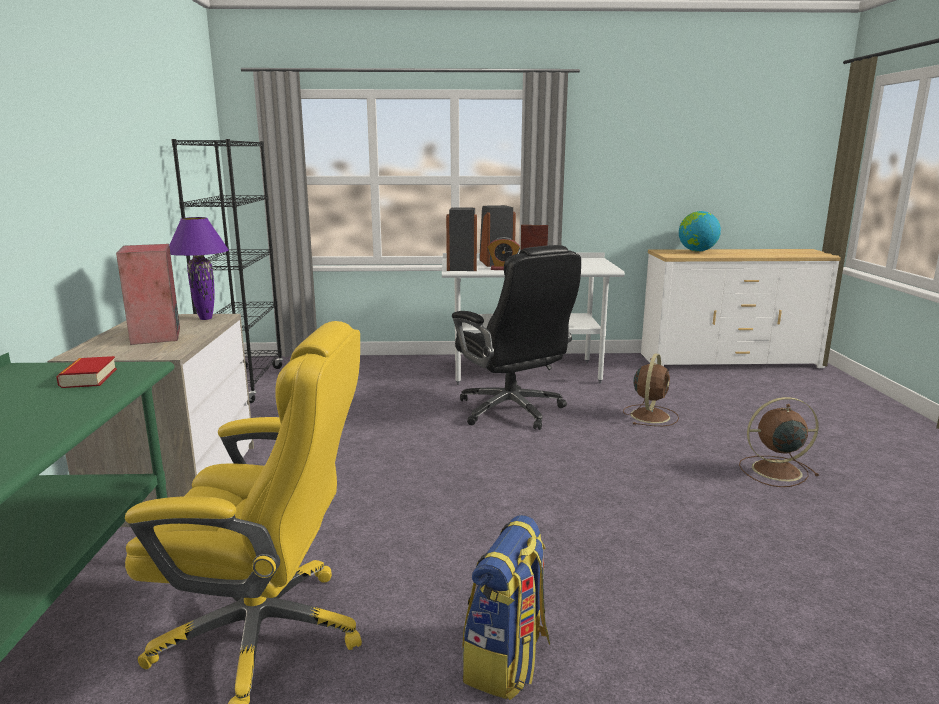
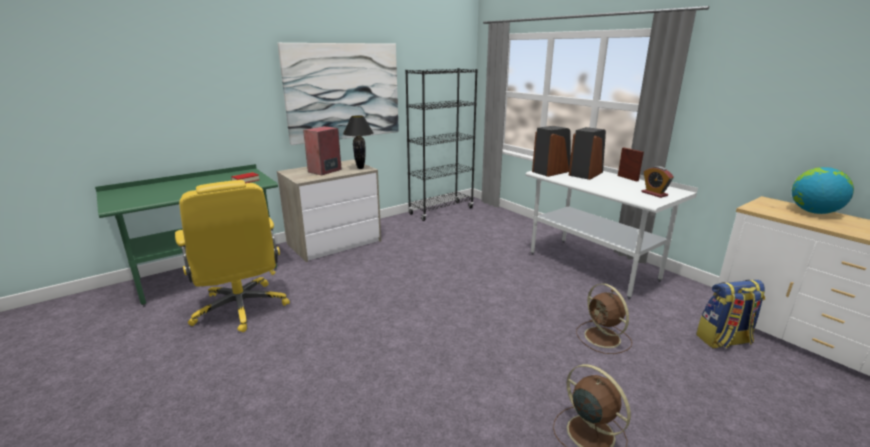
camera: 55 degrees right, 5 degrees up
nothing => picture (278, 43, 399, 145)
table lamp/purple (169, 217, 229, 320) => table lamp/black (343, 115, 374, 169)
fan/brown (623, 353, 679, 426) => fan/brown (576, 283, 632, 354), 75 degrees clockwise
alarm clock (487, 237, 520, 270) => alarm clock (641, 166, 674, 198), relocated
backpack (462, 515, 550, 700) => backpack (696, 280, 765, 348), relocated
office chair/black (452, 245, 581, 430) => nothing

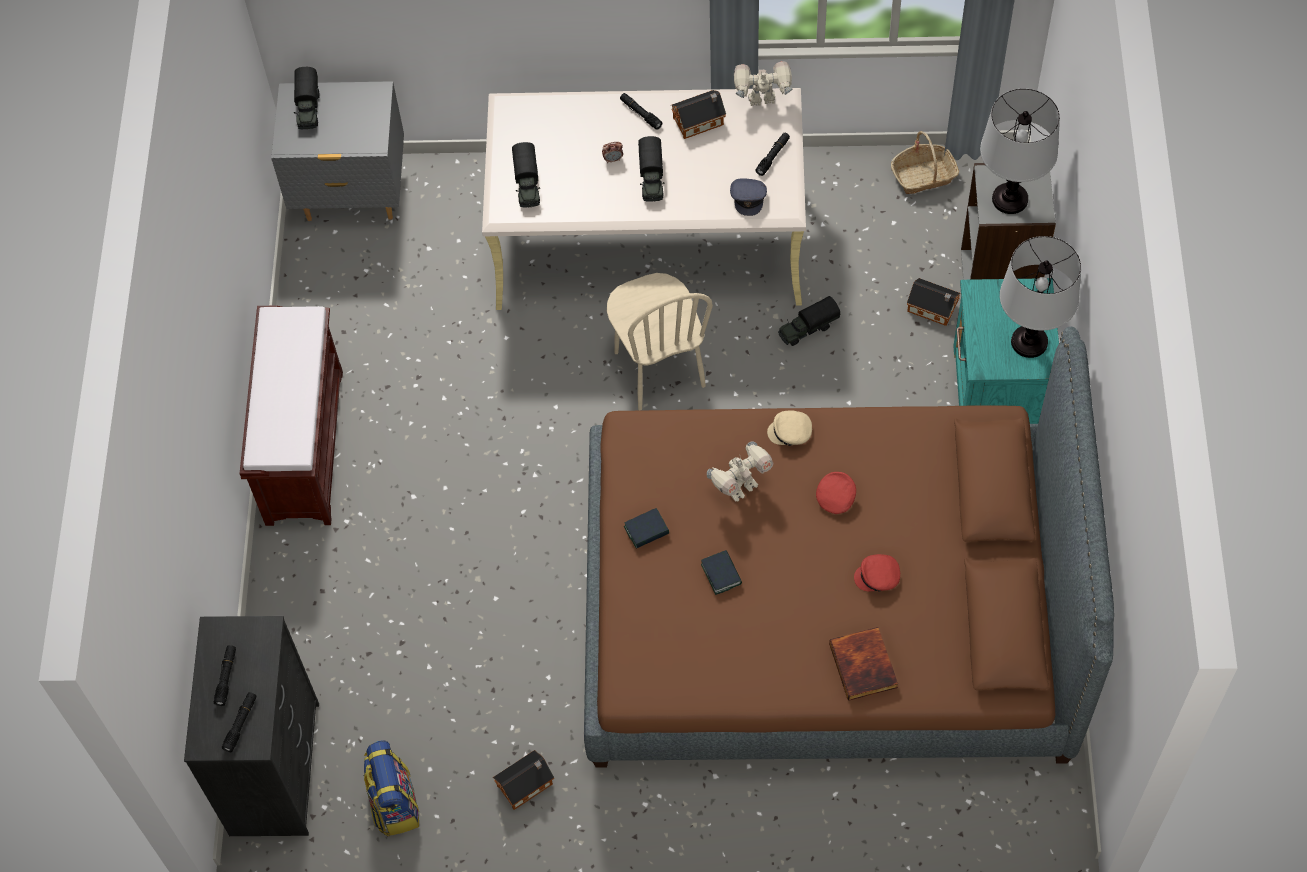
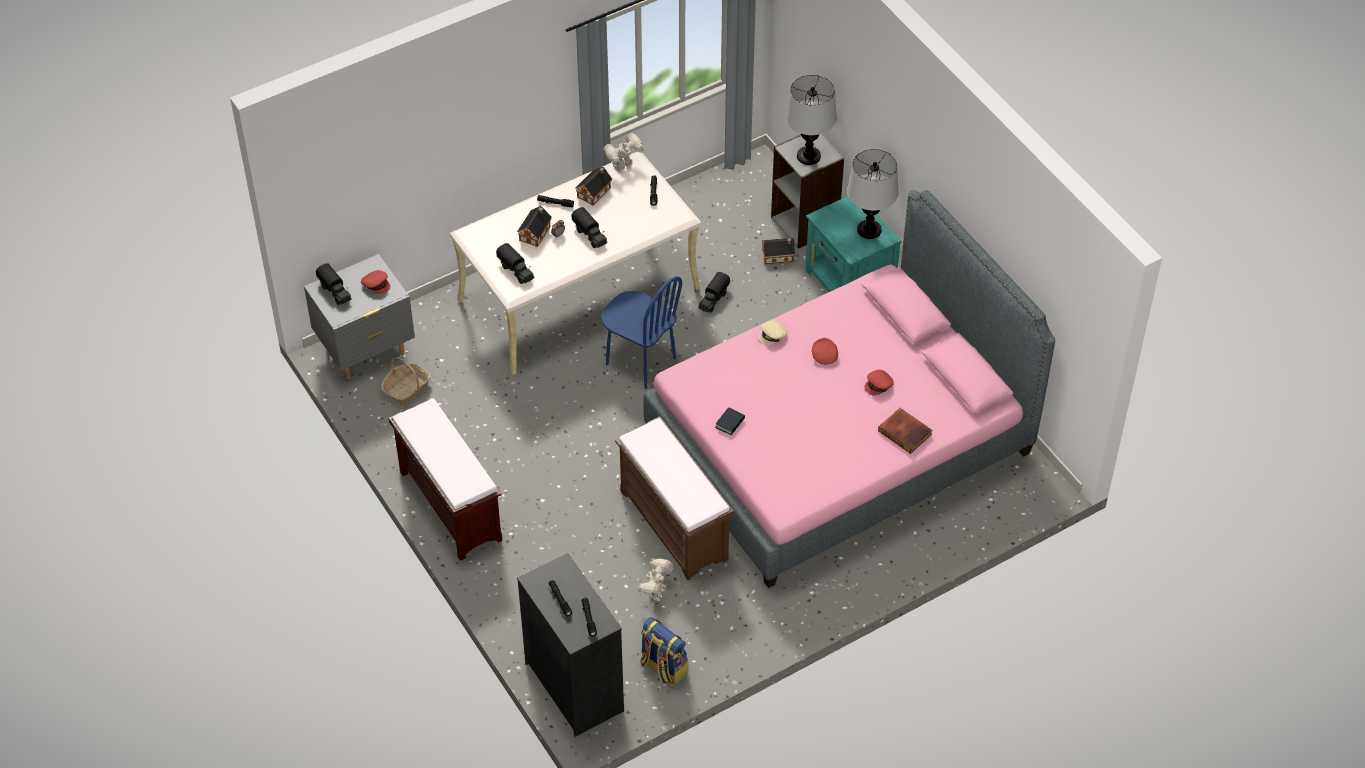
camera: 35 degrees left, 10 degrees down
nothing => cap/red (361, 270, 390, 294)
basket (891, 131, 959, 194) => basket (381, 357, 431, 405), relocated
toy house (493, 750, 555, 810) => toy house (517, 206, 552, 247), relocated
chair/beige (607, 273, 713, 410) => chair/blue (601, 276, 682, 389)
nothing => bench/brown (615, 416, 734, 580)
toy robot (707, 441, 773, 502) => toy robot (637, 558, 673, 601), relocated
bed/brown (584, 327, 1114, 768) => bed/pink (643, 190, 1055, 588)
book (701, 550, 742, 595) => nothing
cap/grey (730, 178, 767, 216) => nothing

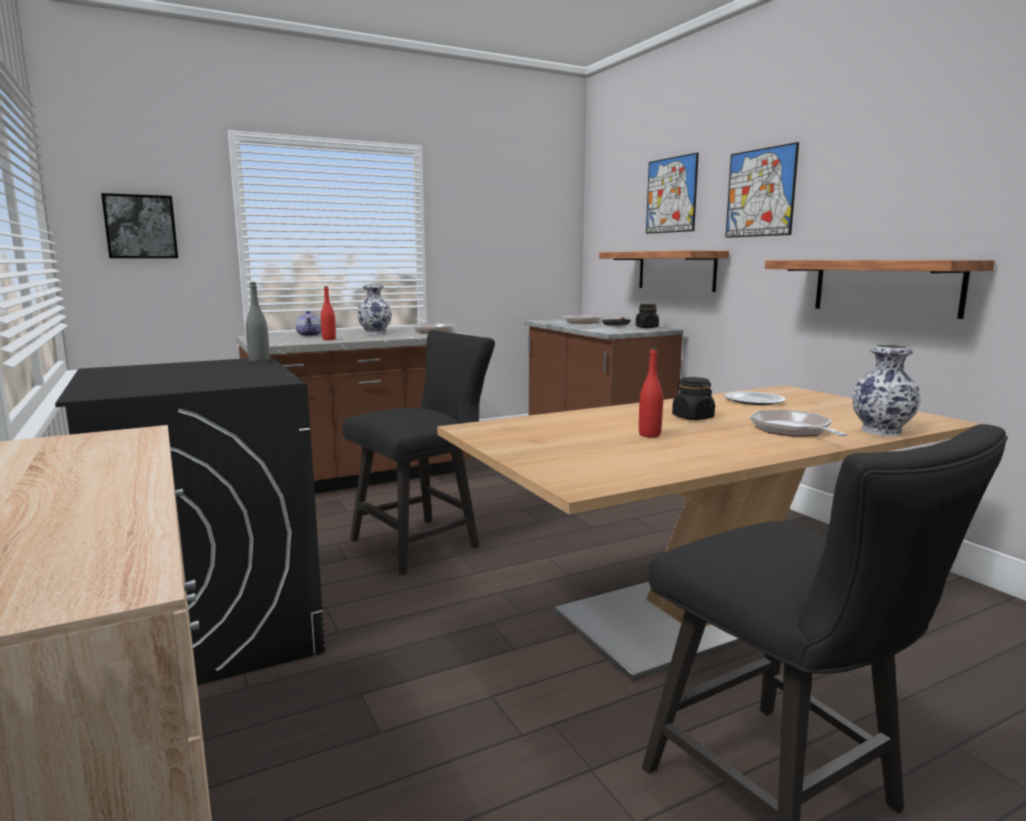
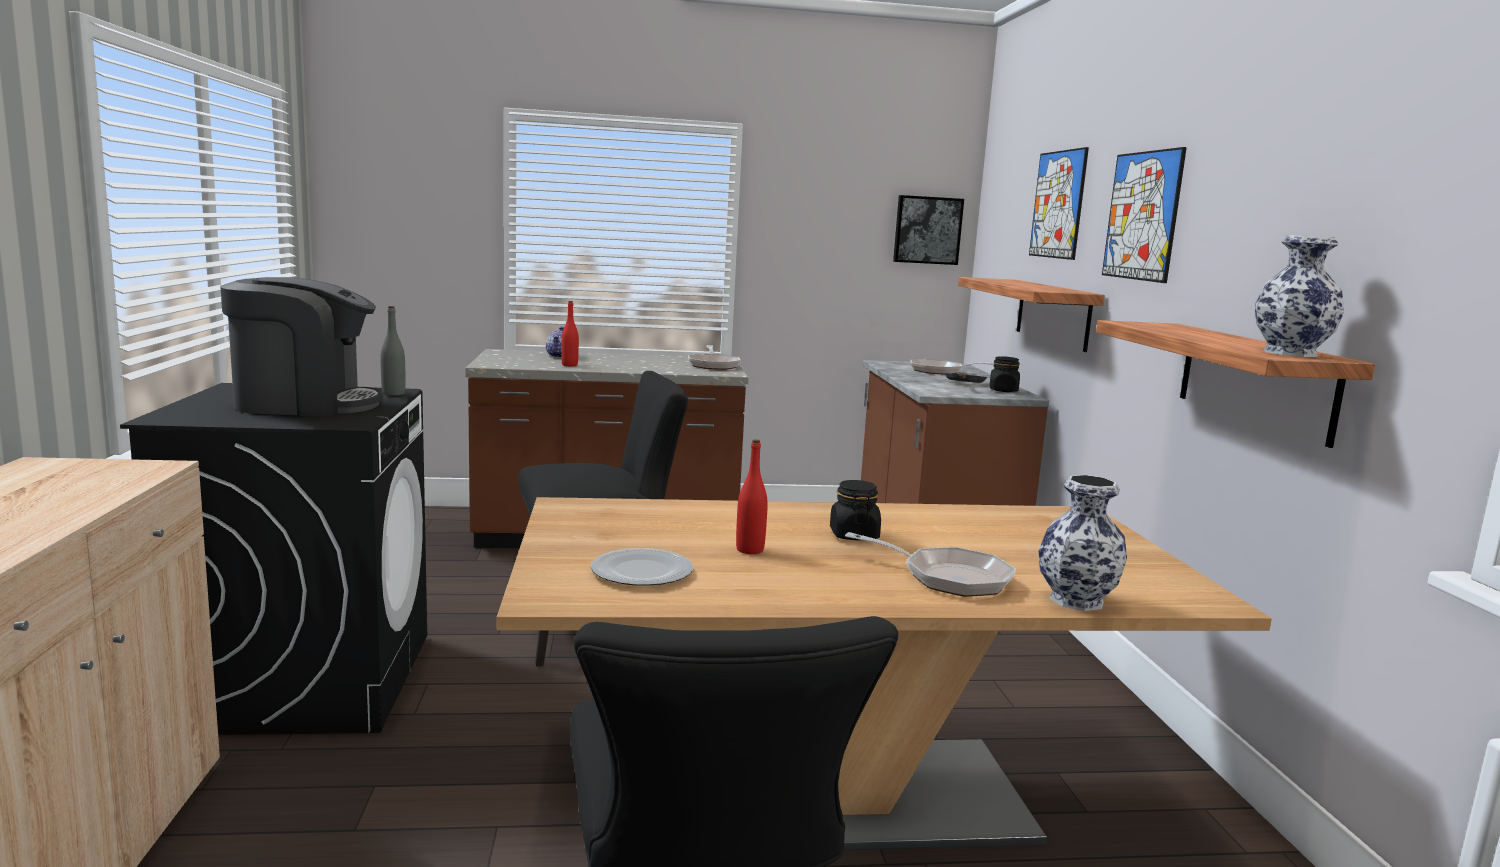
camera: 20 degrees right, 0 degrees up
nothing => coffee machine (220, 277, 383, 417)
plate (724, 391, 785, 405) => plate (591, 548, 693, 586), relocated
frying pan (750, 410, 848, 437) => frying pan (845, 532, 1016, 597), 105 degrees clockwise
picture (101, 193, 178, 258) => picture (893, 195, 964, 265), relocated
vase (357, 284, 392, 335) => vase (1255, 235, 1344, 357), relocated

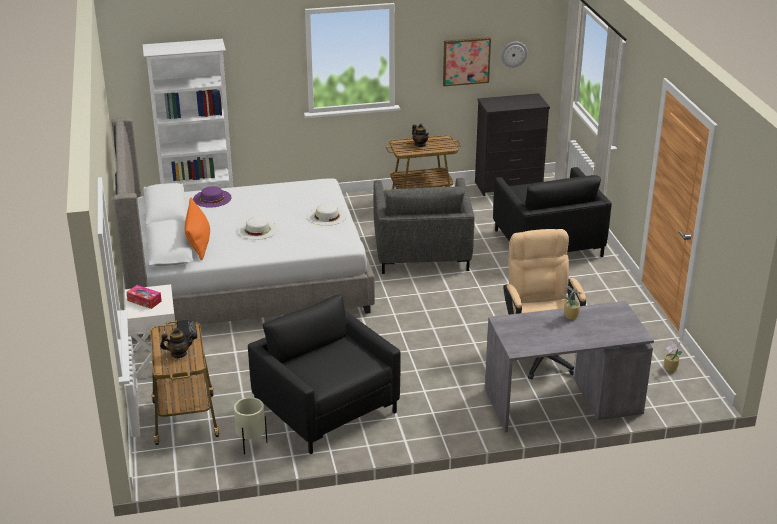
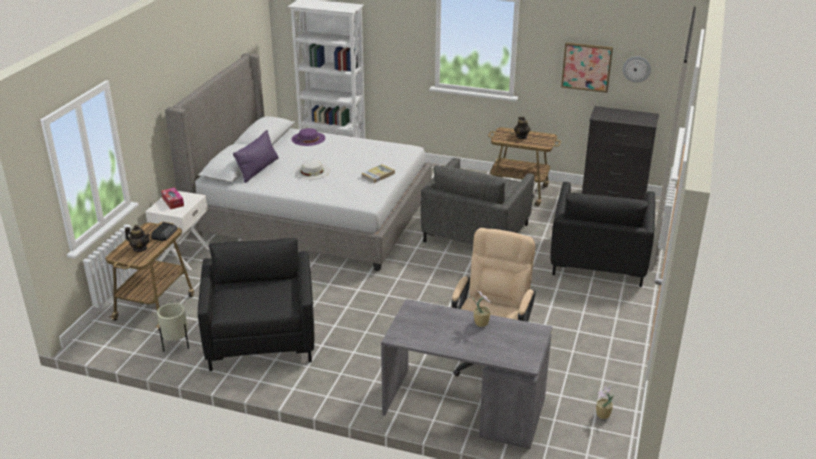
camera: 30 degrees right, 0 degrees up
pillow/orange (185, 198, 210, 260) => pillow/purple (233, 130, 279, 183)
hat/white (307, 204, 347, 226) => book (361, 164, 395, 183)

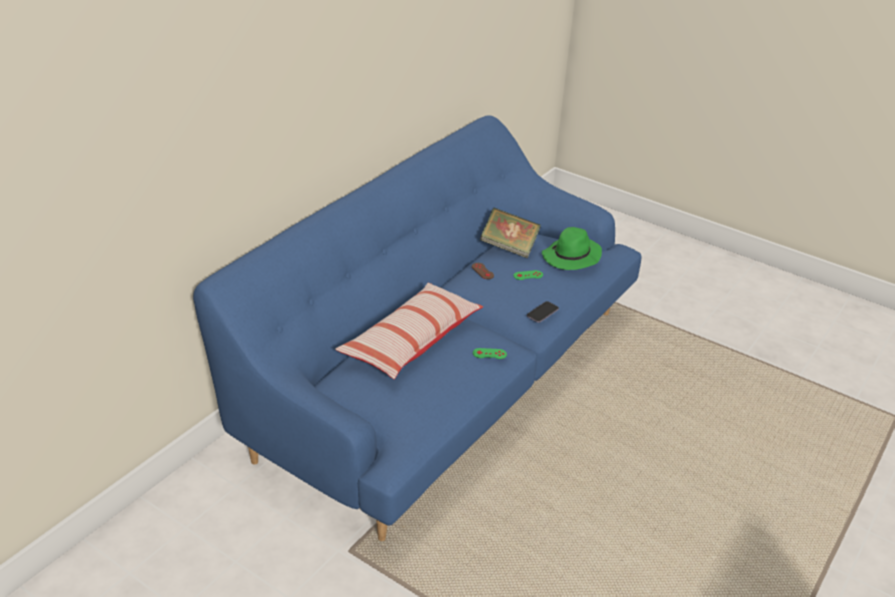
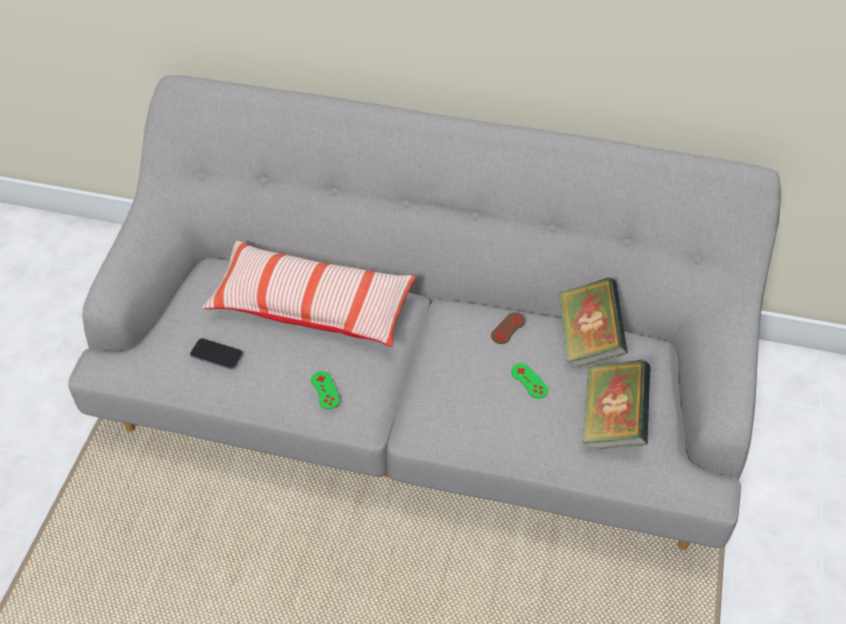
camera: 70 degrees right, 15 degrees up
sofa/blue (193, 115, 641, 541) => sofa/grey (68, 75, 781, 550)
phone (527, 301, 559, 323) => phone (190, 338, 243, 369), relocated
hat/green (542, 227, 602, 270) => book (583, 359, 650, 450)

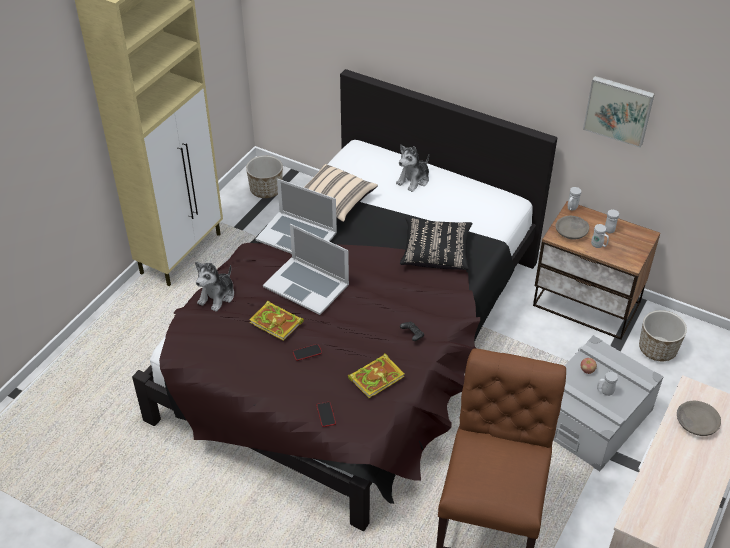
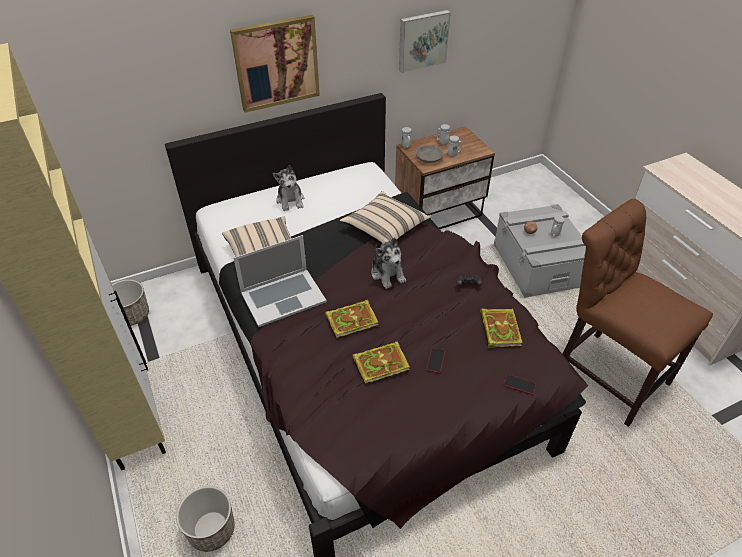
camera: 55 degrees left, 0 degrees up
planter (639, 310, 687, 361) => planter (176, 486, 235, 552), relocated
nothing => picture (230, 15, 320, 113)
laptop (263, 224, 349, 315) => book (325, 299, 379, 338)
pillow/black (400, 217, 472, 270) => pillow/beige (340, 191, 430, 245)
plush toy (195, 262, 234, 312) => plush toy (371, 238, 406, 289), relocated
bowl/grey (677, 401, 721, 436) => nothing

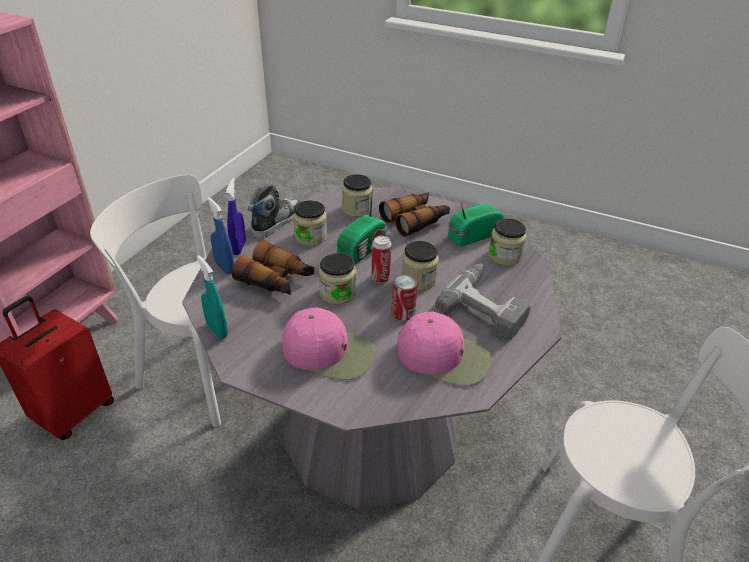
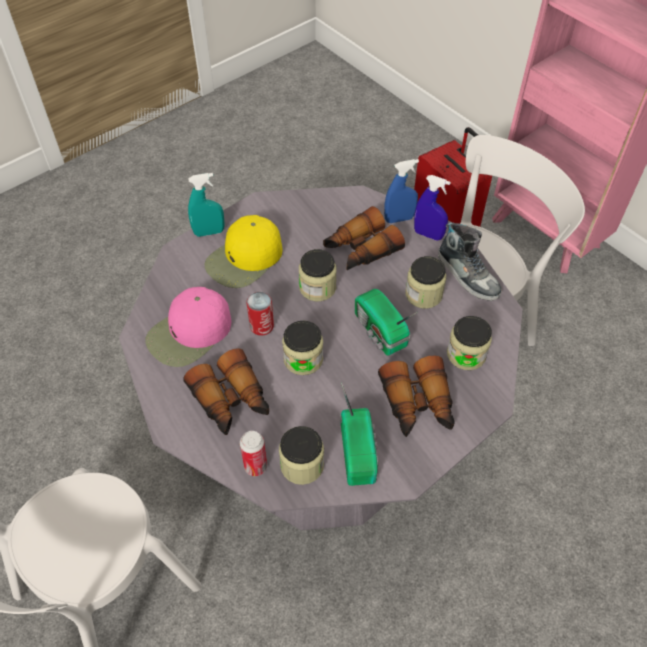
camera: 115 degrees right, 15 degrees up
power drill (435, 263, 531, 340) => binoculars (183, 348, 269, 435)
spray bottle/turquoise (197, 255, 228, 339) => spray bottle/turquoise (188, 173, 225, 237), relocated
cap/pink (282, 307, 376, 380) => cap/yellow (204, 215, 283, 288)
can (372, 236, 392, 283) => can (240, 431, 267, 476), relocated

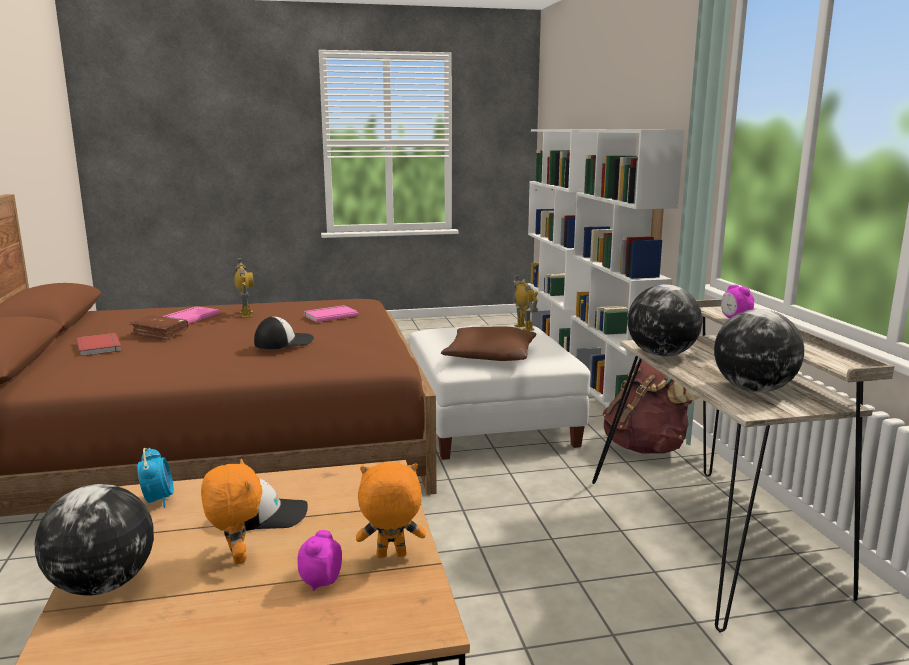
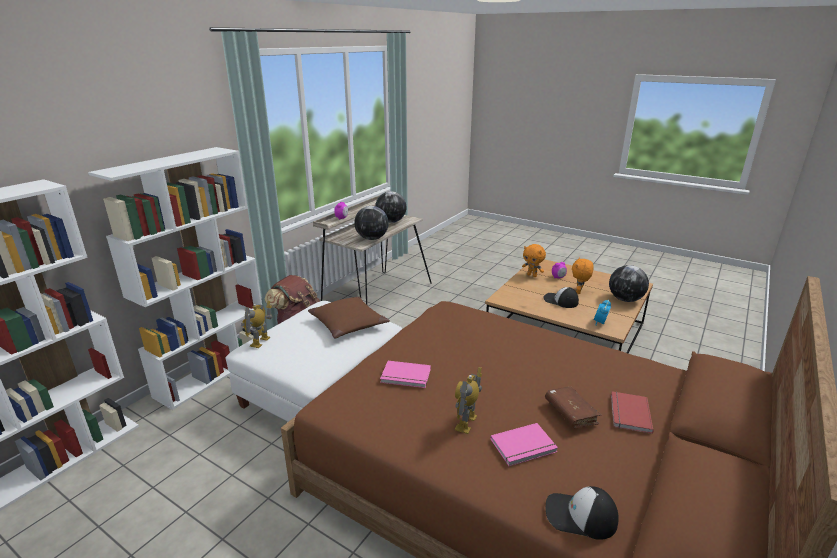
camera: 135 degrees left, 10 degrees up
cap (254, 316, 314, 349) => cap (546, 486, 619, 540), relocated

